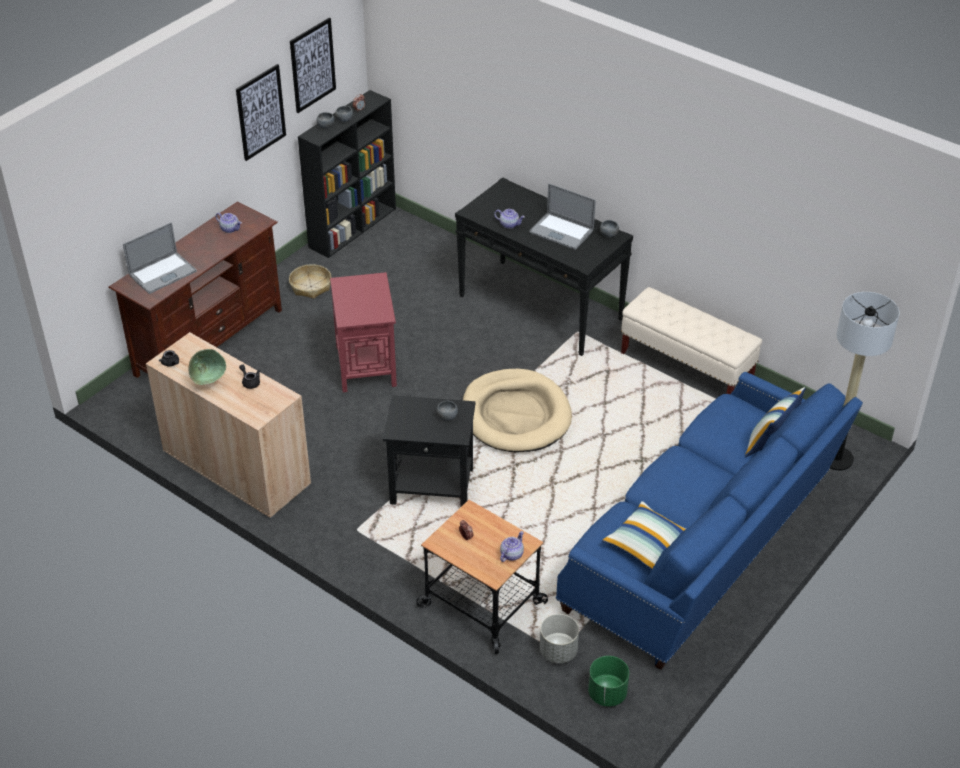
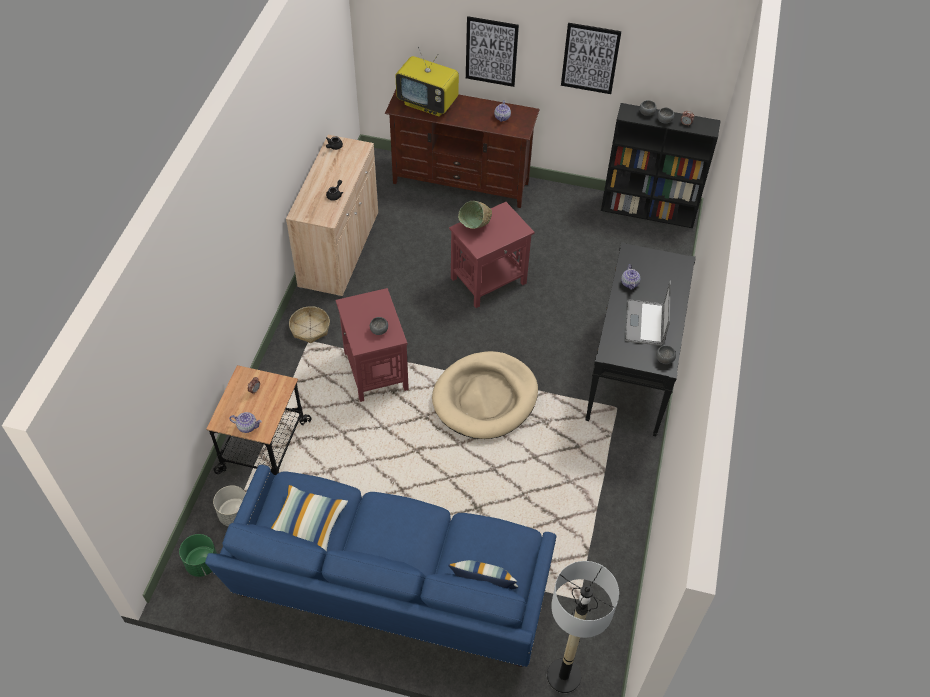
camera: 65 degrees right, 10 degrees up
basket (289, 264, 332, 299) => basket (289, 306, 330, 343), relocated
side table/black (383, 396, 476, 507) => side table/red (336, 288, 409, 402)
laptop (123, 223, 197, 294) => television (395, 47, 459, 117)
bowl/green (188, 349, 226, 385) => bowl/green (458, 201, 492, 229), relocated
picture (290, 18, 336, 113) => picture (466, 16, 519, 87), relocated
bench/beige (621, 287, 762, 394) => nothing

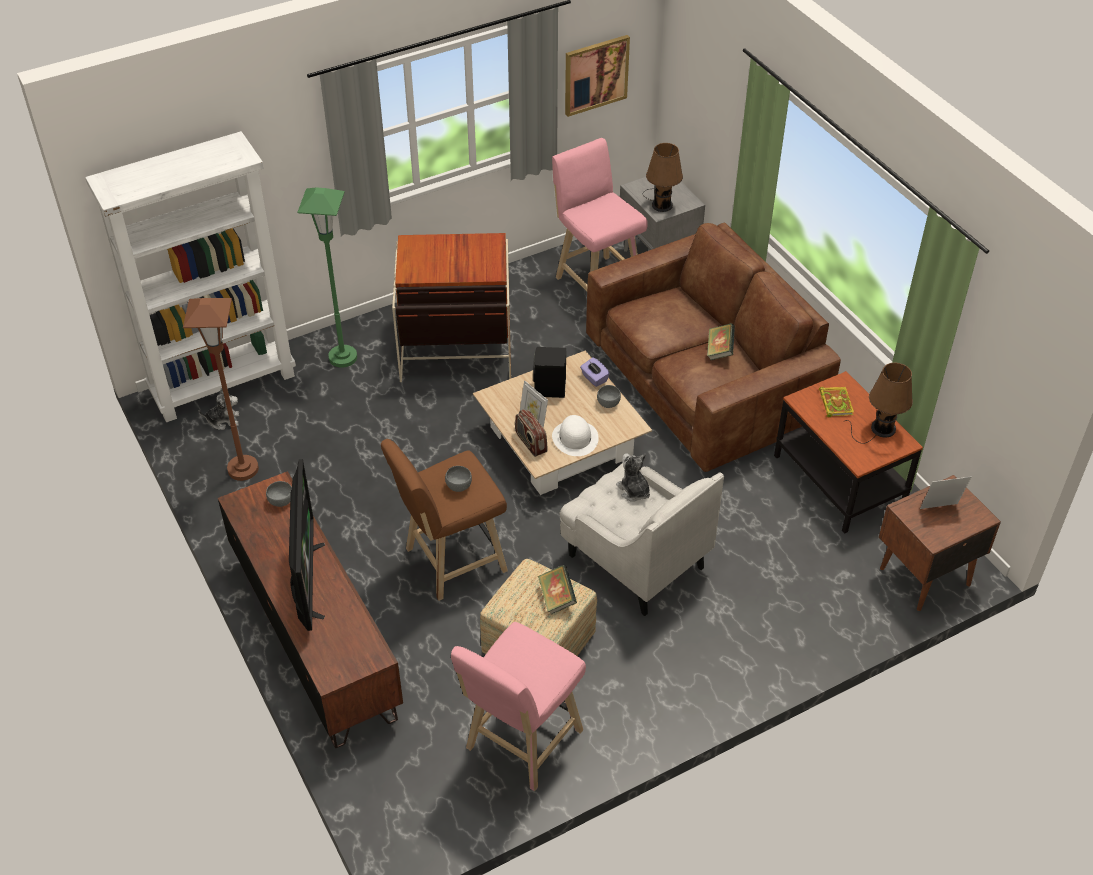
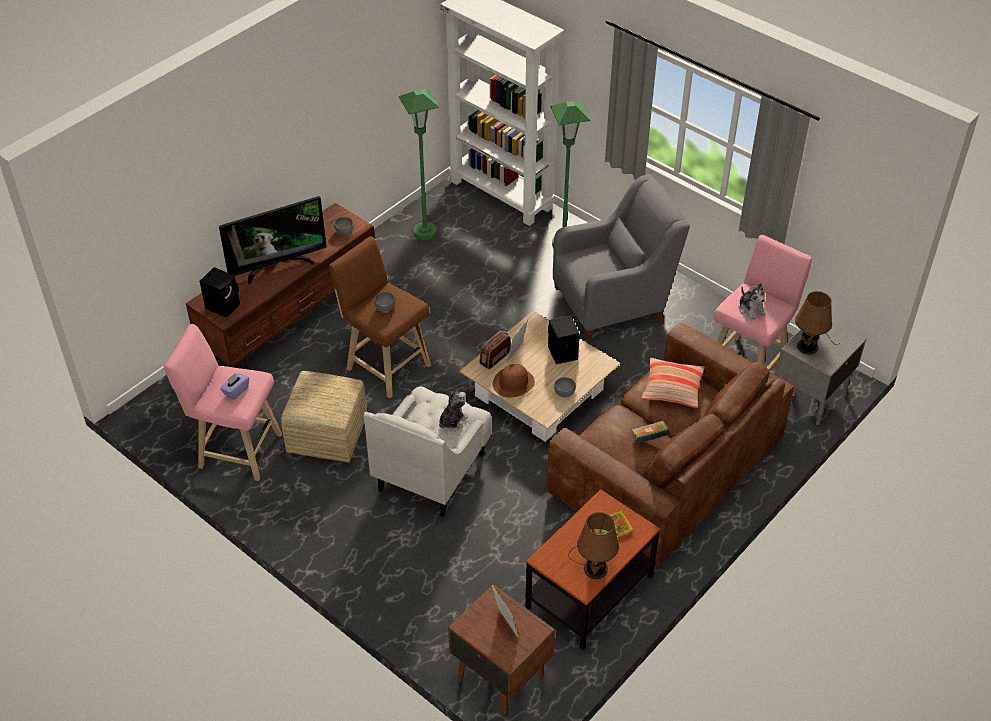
camera: 70 degrees right, 0 degrees up
nothing => speaker/black (199, 267, 240, 317)
tissue box/purple (580, 357, 610, 387) => tissue box/purple (220, 373, 249, 400), relocated
floor lamp/brown (183, 298, 259, 481) => floor lamp/green (399, 90, 439, 240)
hat/white (552, 415, 599, 456) => hat/brown (493, 364, 535, 397)
side table (392, 233, 511, 382) => armchair/grey (553, 174, 690, 340)
nothing => pillow (642, 358, 705, 408)
plush toy (198, 388, 239, 430) => plush toy (739, 283, 766, 320), relocated
book (538, 565, 577, 614) => nothing
picture (565, 35, 630, 117) => nothing

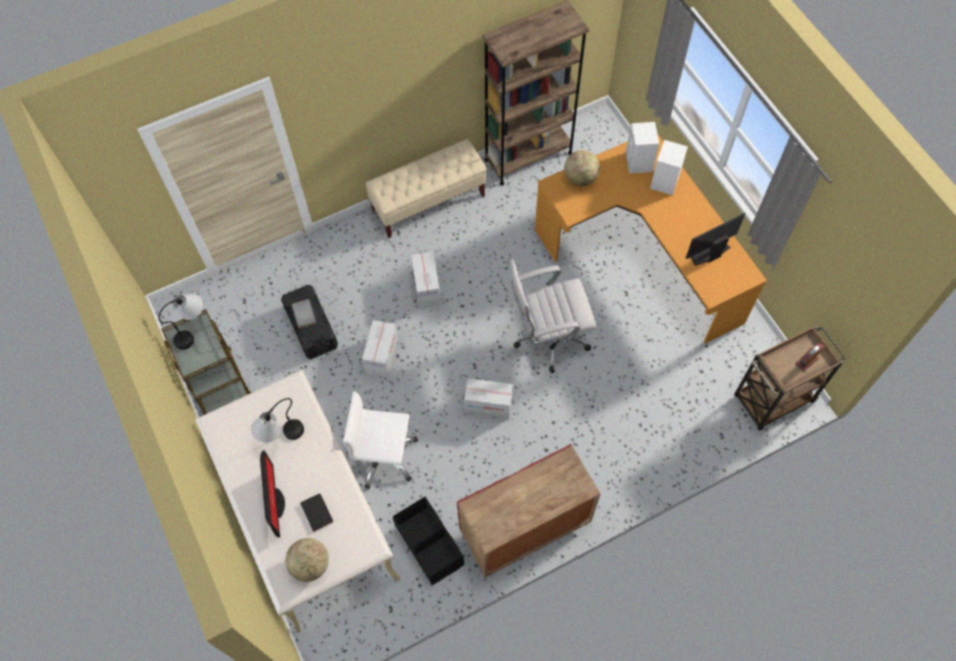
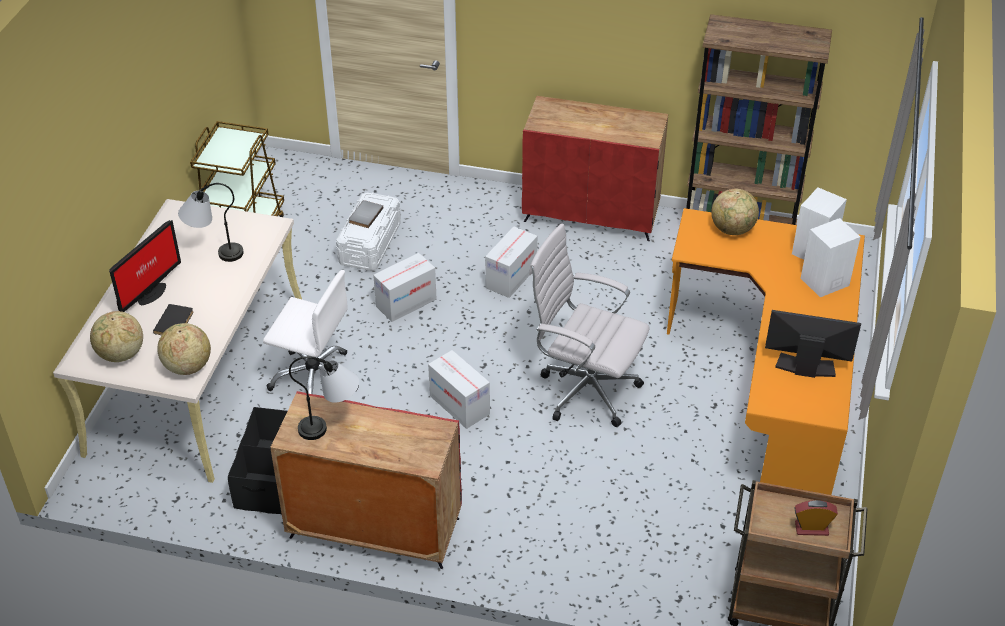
camera: 40 degrees right, 20 degrees down
nothing => globe (157, 323, 211, 375)
office chair/white (343, 391, 418, 489) => office chair/white (263, 270, 359, 394), 150 degrees clockwise
table lamp (158, 293, 203, 350) => table lamp (289, 356, 359, 440), relocated
storage box/black (281, 285, 338, 359) => storage box/white (336, 192, 401, 271)
bench/beige (365, 139, 487, 238) => cabinet/red (522, 96, 668, 241)

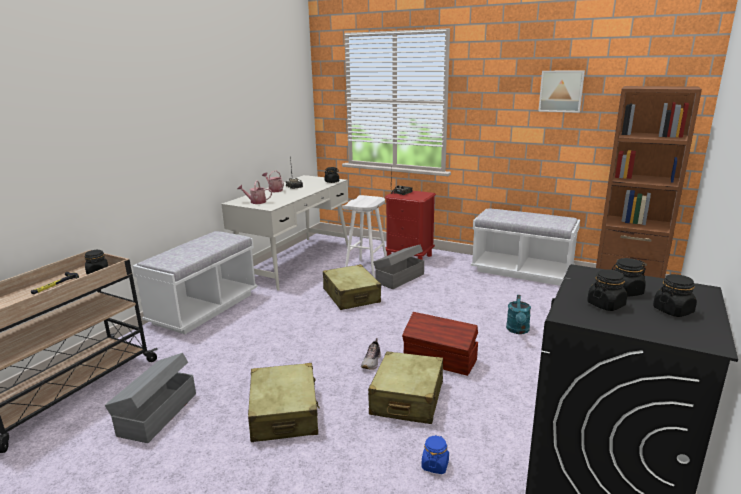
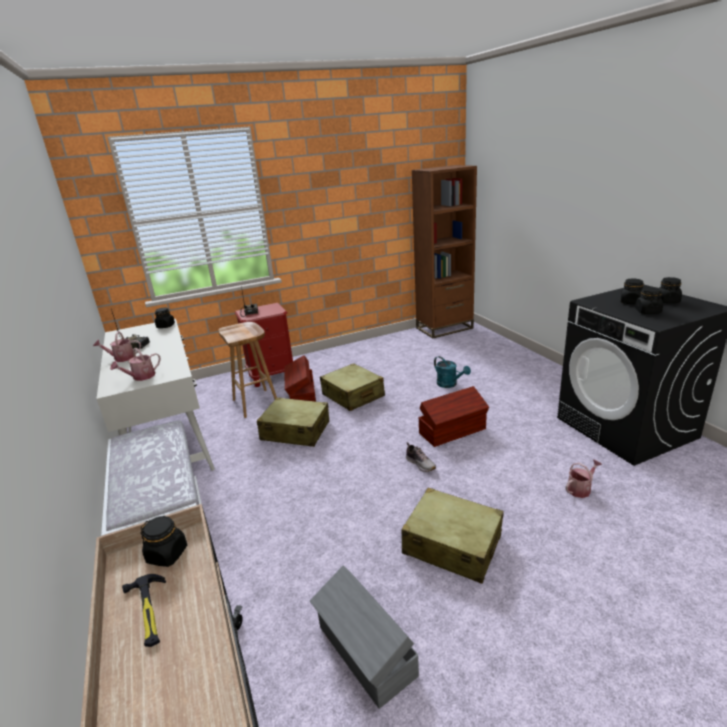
camera: 50 degrees left, 5 degrees up
stool/white (342, 195, 387, 277) => stool/brown (218, 322, 277, 418)
storage box/grey (373, 245, 424, 289) => storage box/brown (284, 355, 316, 402)
suitcase/beige (368, 351, 443, 424) => suitcase/beige (320, 363, 385, 411), relocated
jar/blue (421, 435, 449, 474) => watering can (566, 459, 602, 498)
bench/white (471, 208, 580, 286) => nothing
picture (538, 71, 585, 113) => nothing

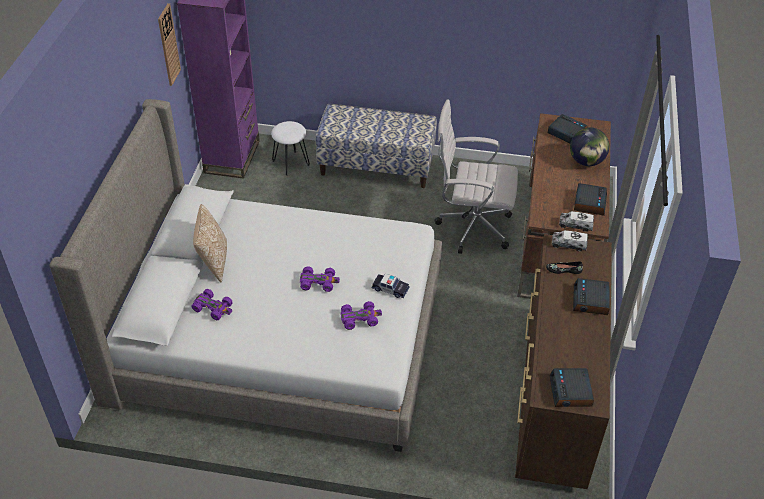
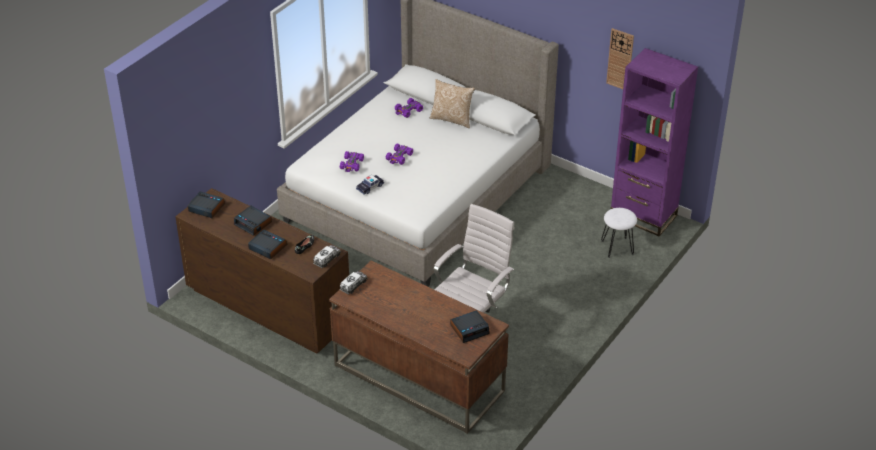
camera: 115 degrees right, 5 degrees down
alarm clock (574, 183, 607, 216) => alarm clock (234, 206, 272, 236), relocated
bench (316, 104, 437, 188) => nothing
globe (570, 127, 609, 166) => nothing

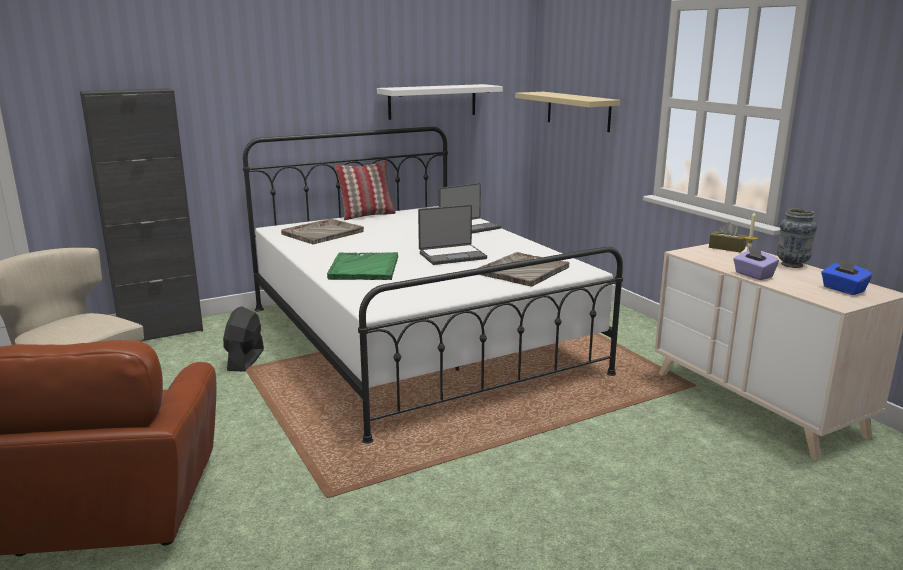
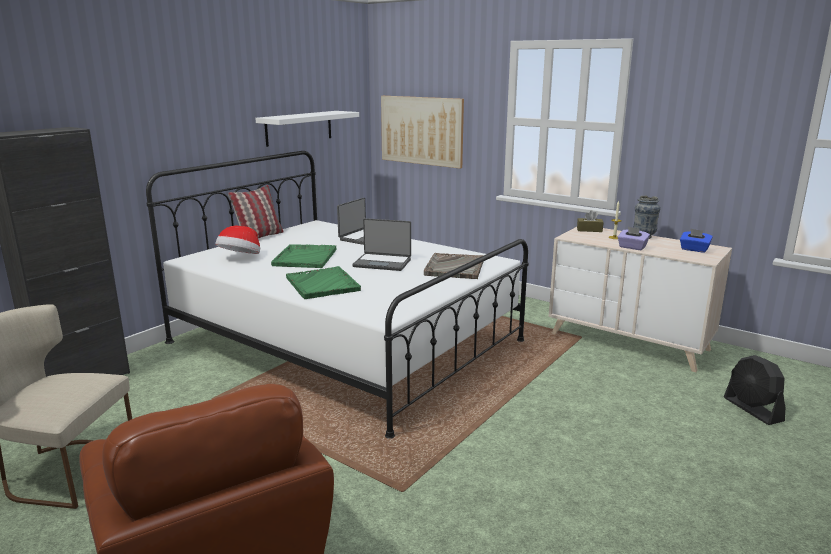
camera: 25 degrees left, 0 degrees up
tray/grey (281, 219, 364, 244) => hat (215, 226, 260, 254)
nothing => tray/green (271, 244, 336, 268)
laptop (418, 205, 487, 265) => laptop (352, 218, 411, 271), 60 degrees clockwise
shelf/beige (515, 92, 620, 132) => picture (381, 96, 464, 169)
fan/black (223, 306, 264, 372) => fan/black (724, 355, 785, 425), relocated

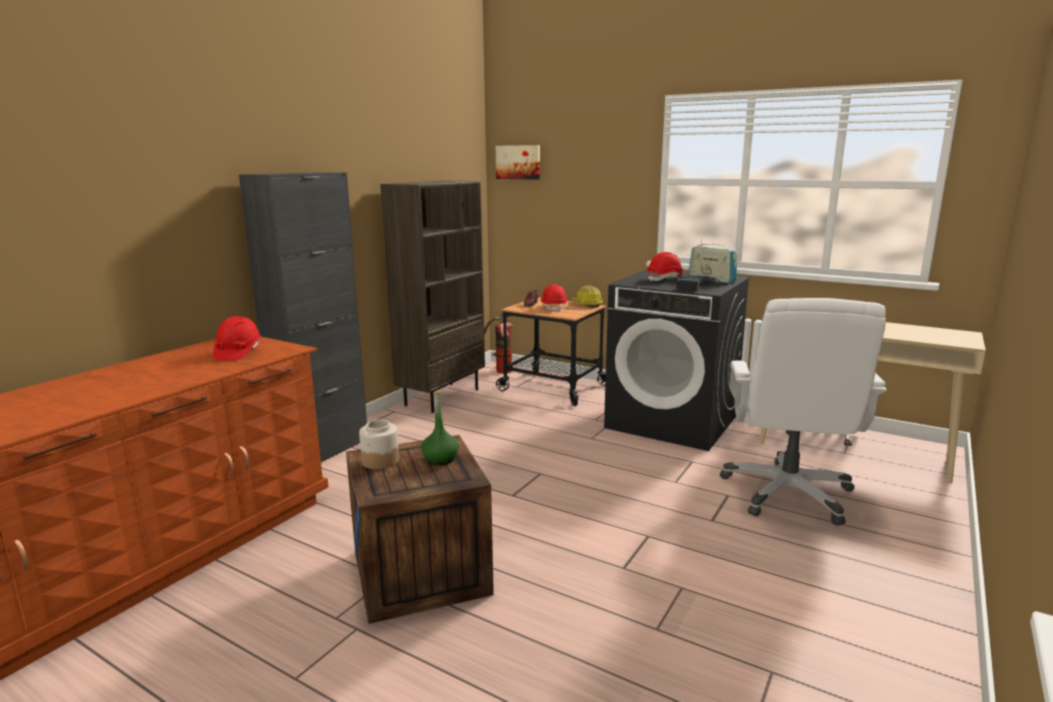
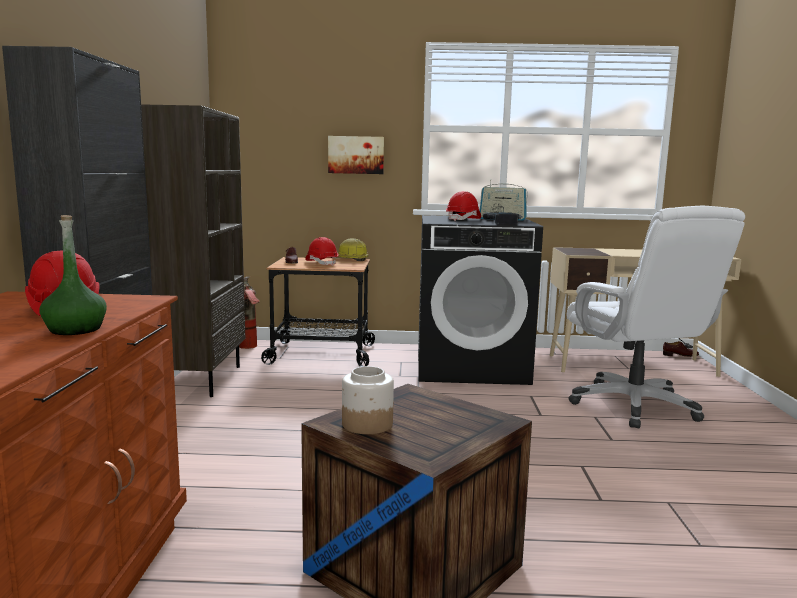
camera: 30 degrees left, 5 degrees down
bottle/green (421, 391, 459, 465) => bottle/green (39, 215, 107, 335), relocated
picture (496, 145, 540, 180) => picture (328, 136, 384, 174), relocated
nothing => shoe/brown (663, 341, 699, 357)

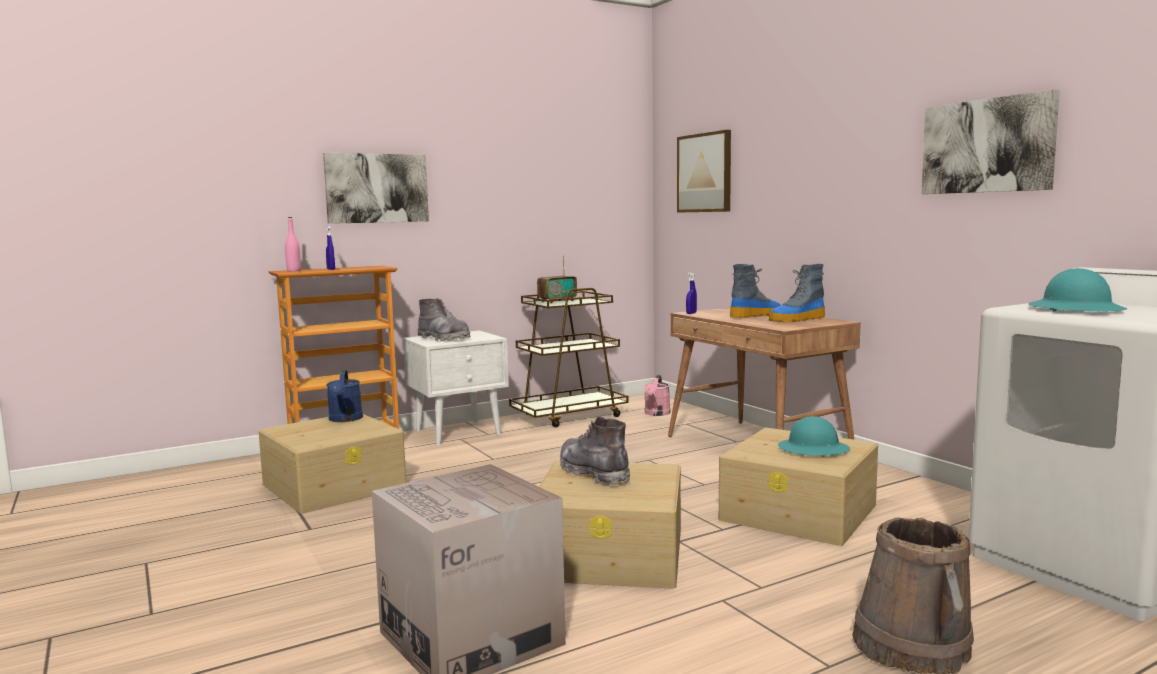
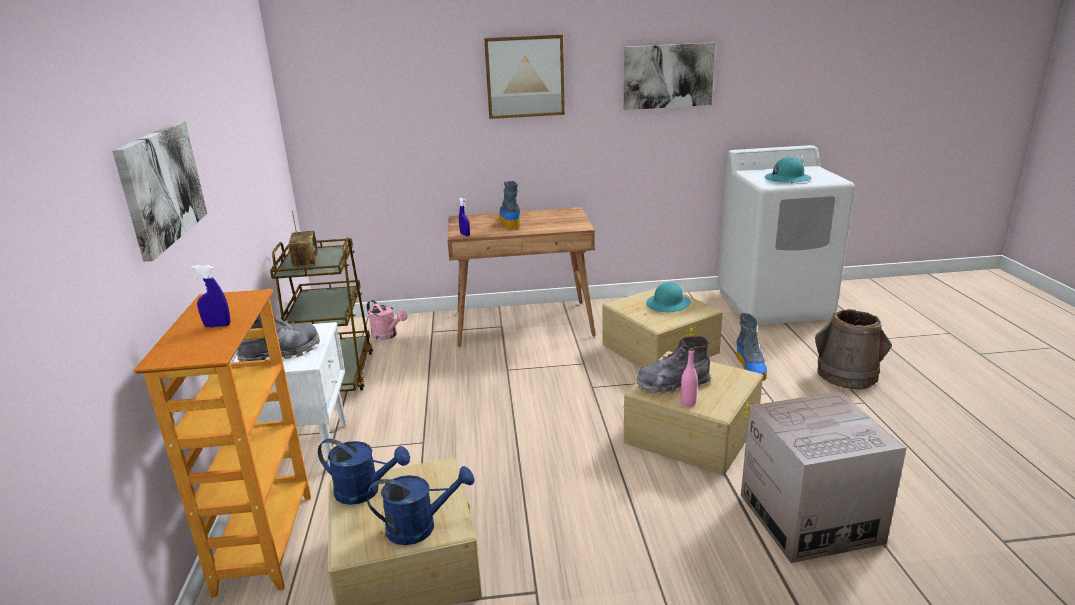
camera: 65 degrees left, 15 degrees up
nothing => watering can/blue (367, 466, 475, 545)
picture (677, 130, 731, 213) => picture (484, 35, 565, 119), relocated
bottle/pink (285, 217, 301, 271) => bottle/pink (681, 348, 698, 407), relocated
boot (769, 264, 825, 323) => boot (736, 313, 767, 381), relocated

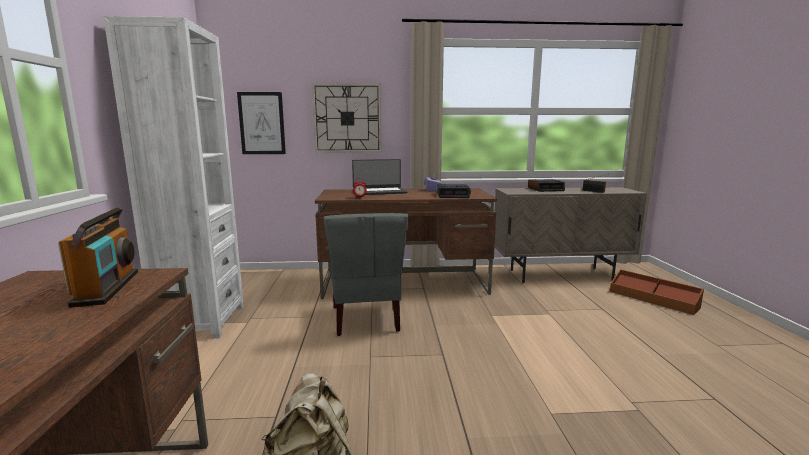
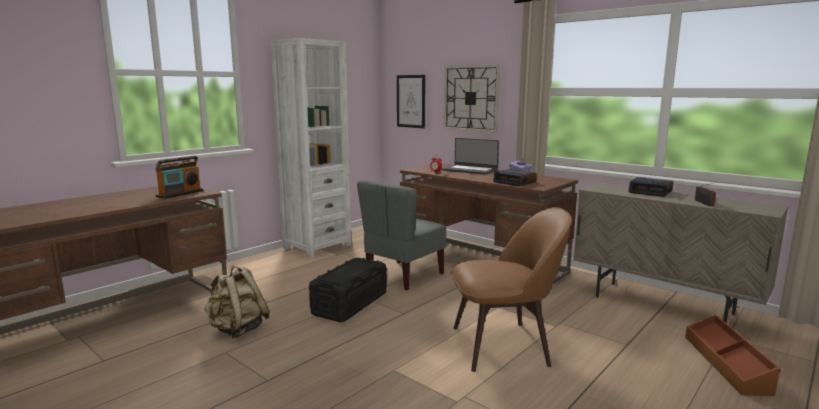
camera: 45 degrees right, 0 degrees up
nothing => storage box/black (309, 258, 387, 322)
nothing => chair/brown (451, 207, 572, 372)

